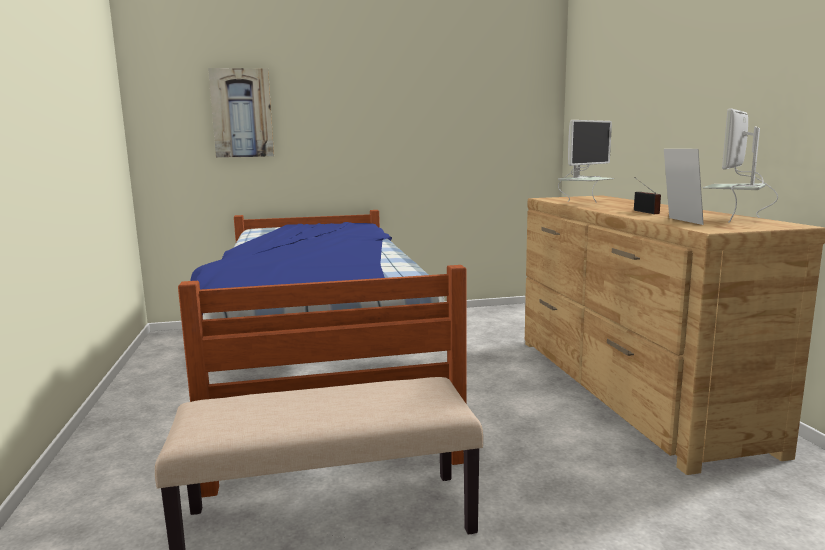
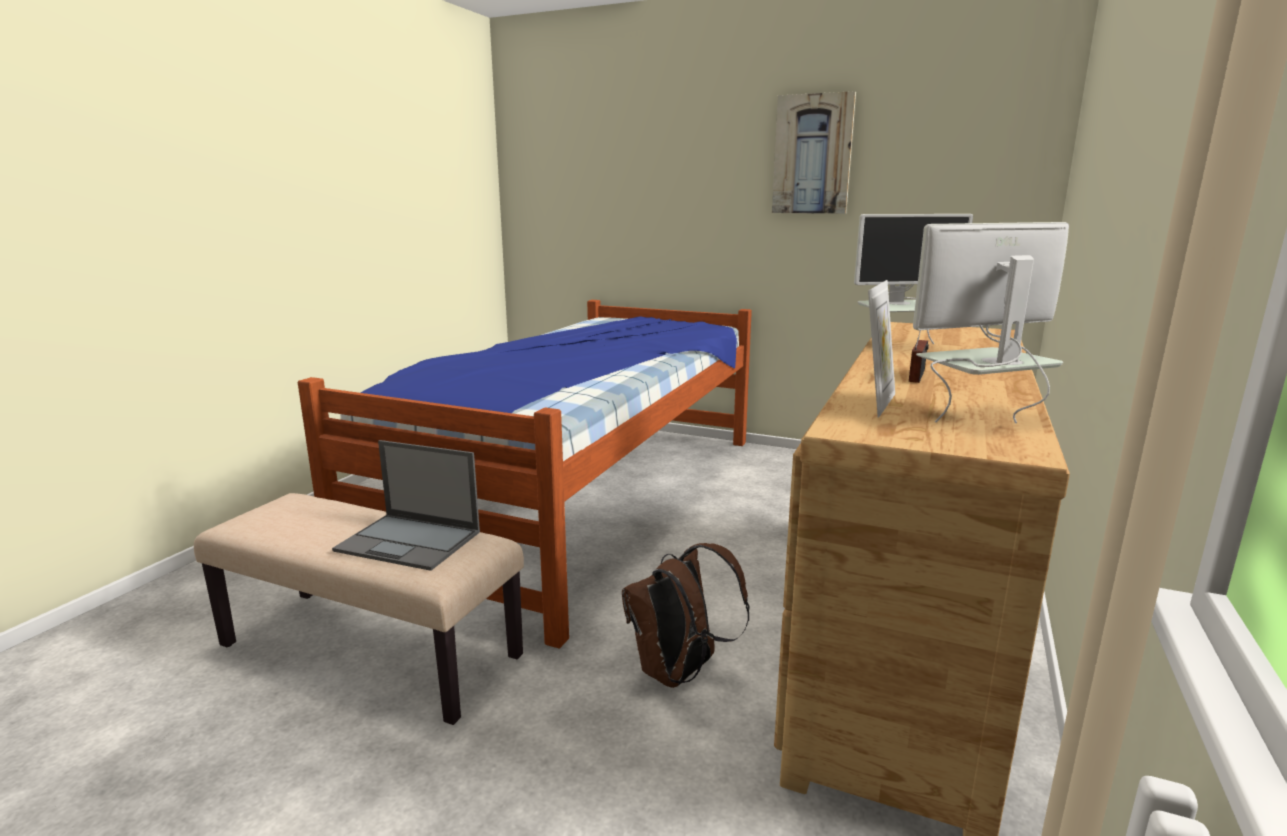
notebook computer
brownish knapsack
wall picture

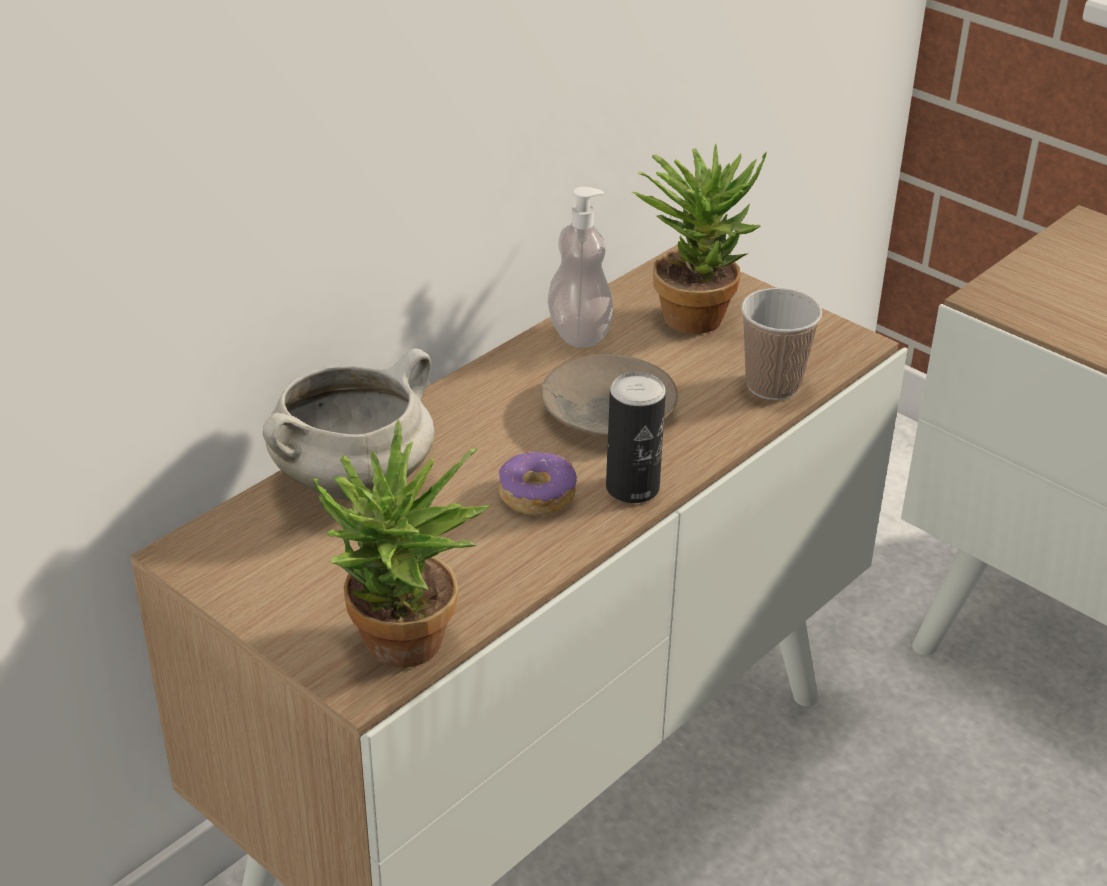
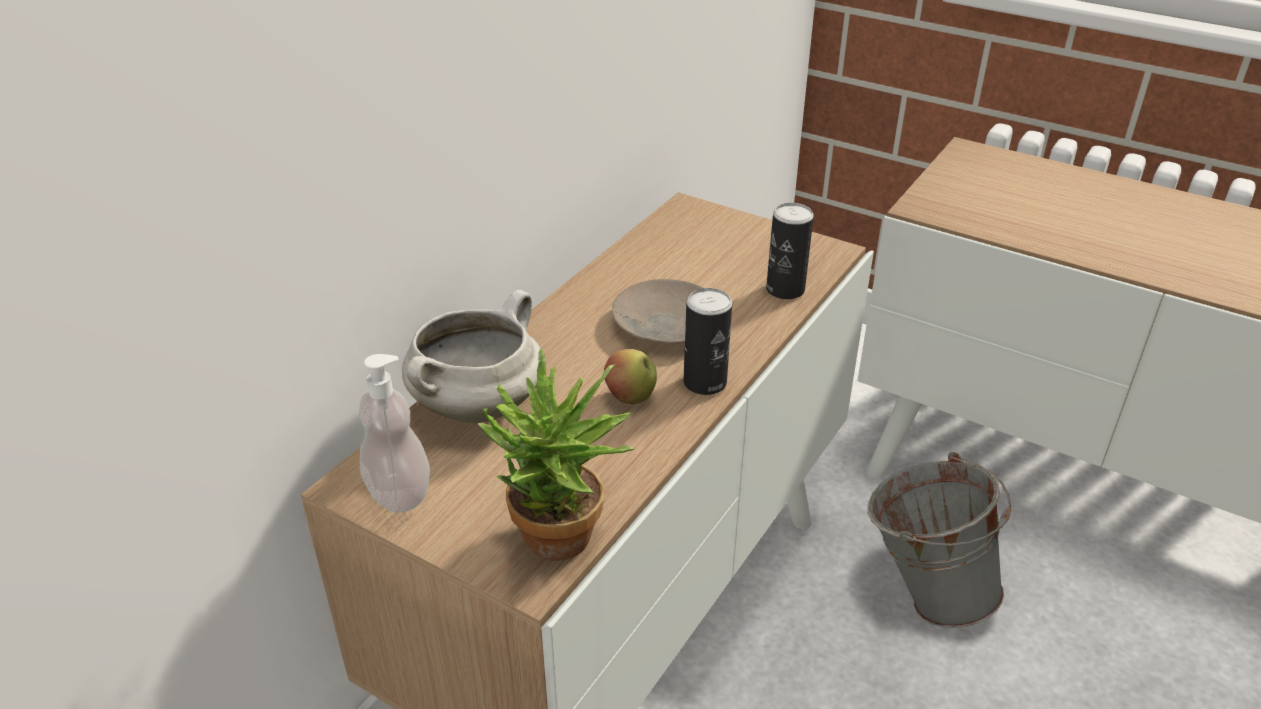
houseplant (no. 2 from left in the first image)
greyish bucket
soap bottle
apple fruit
can (no. 2 from left)

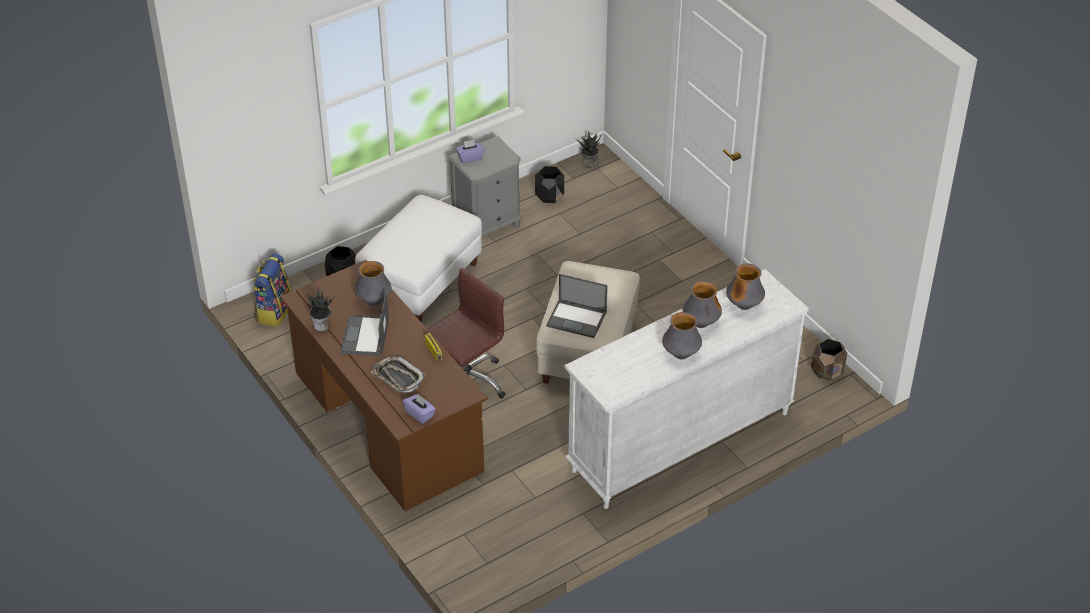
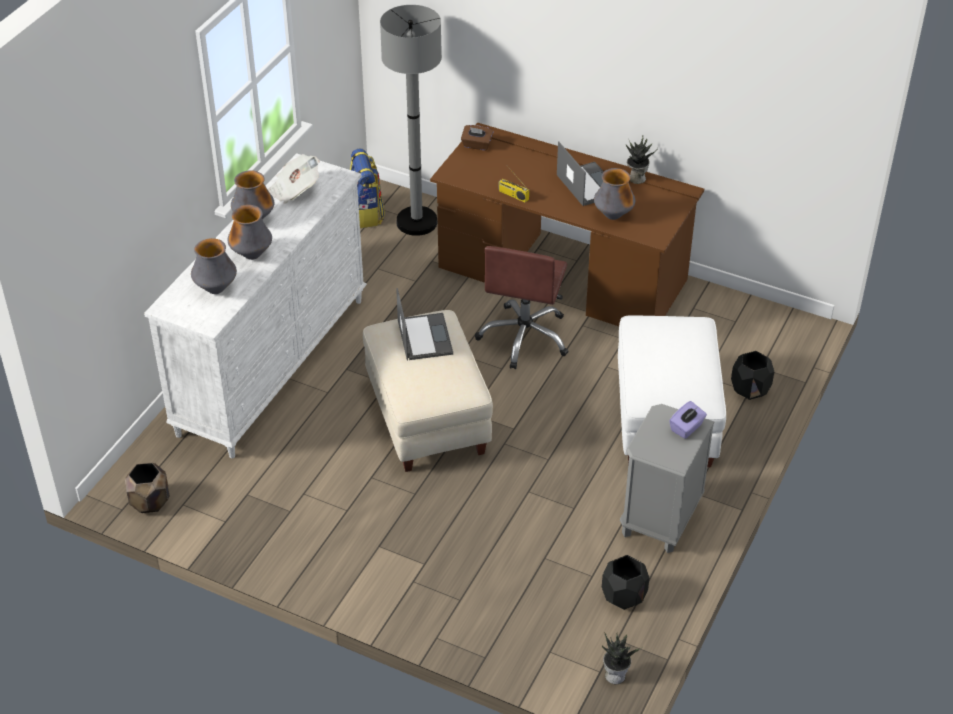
tray
newspaper
greyish floor lamp
knapsack
brownish tissue holder
notebook computer (no. 1 from left)

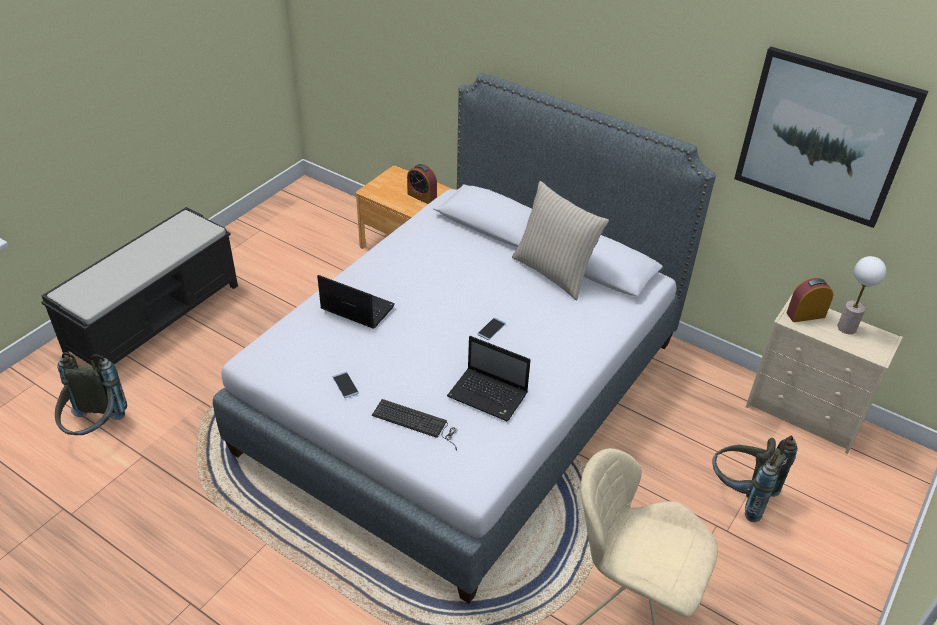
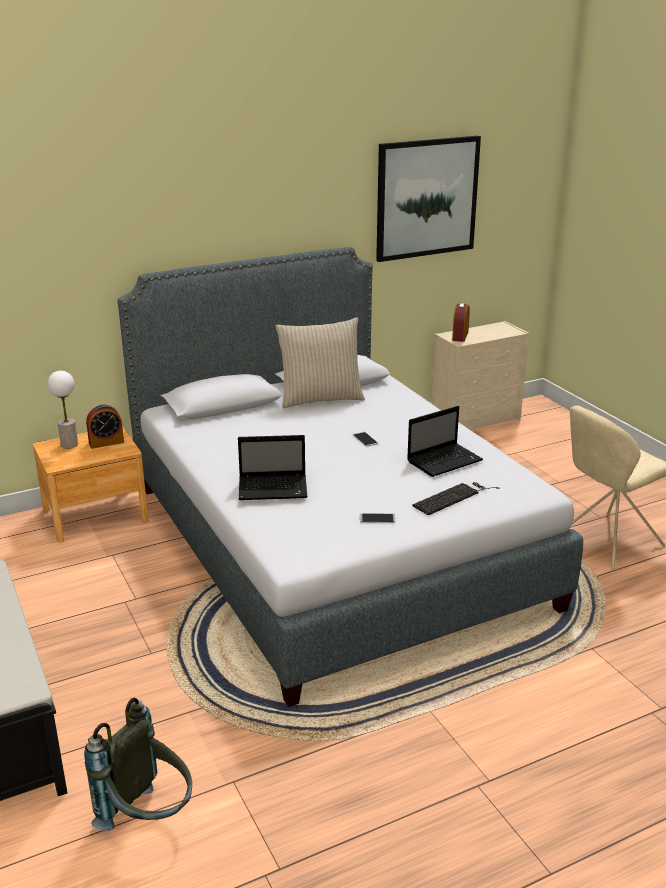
greyish knapsack (no. 2 from left in the first image)
tabletop lamp
notebook computer (no. 1 from left)

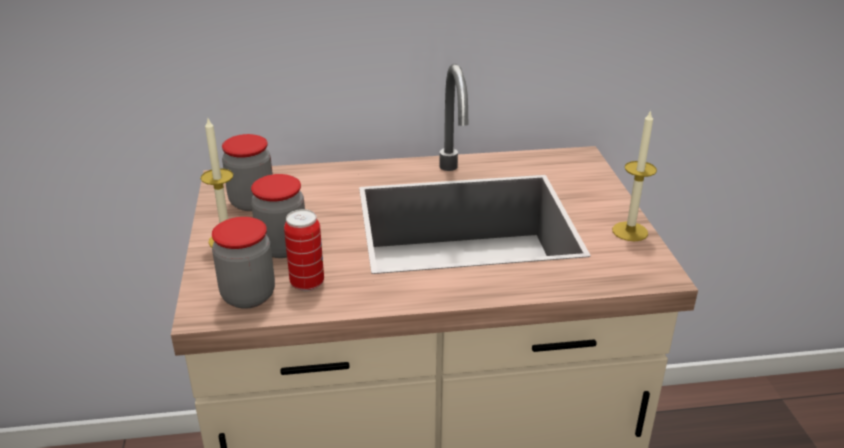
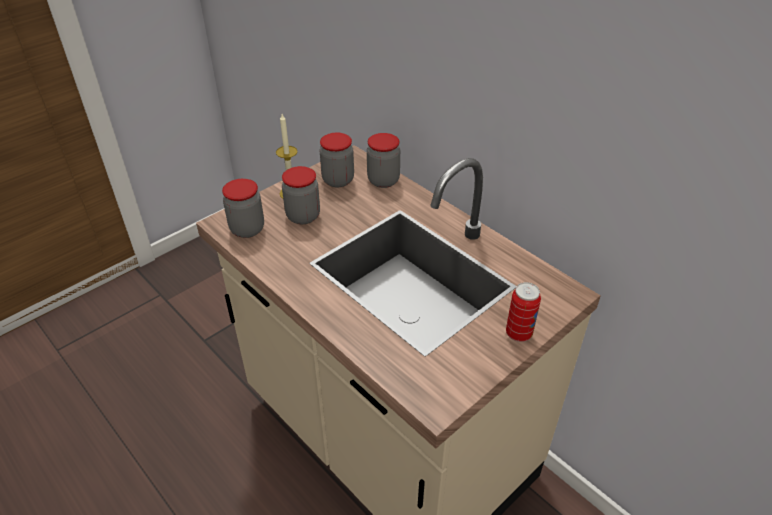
wax candle (no. 2 from left in the first image)
preserve jar (no. 4 from left)
can

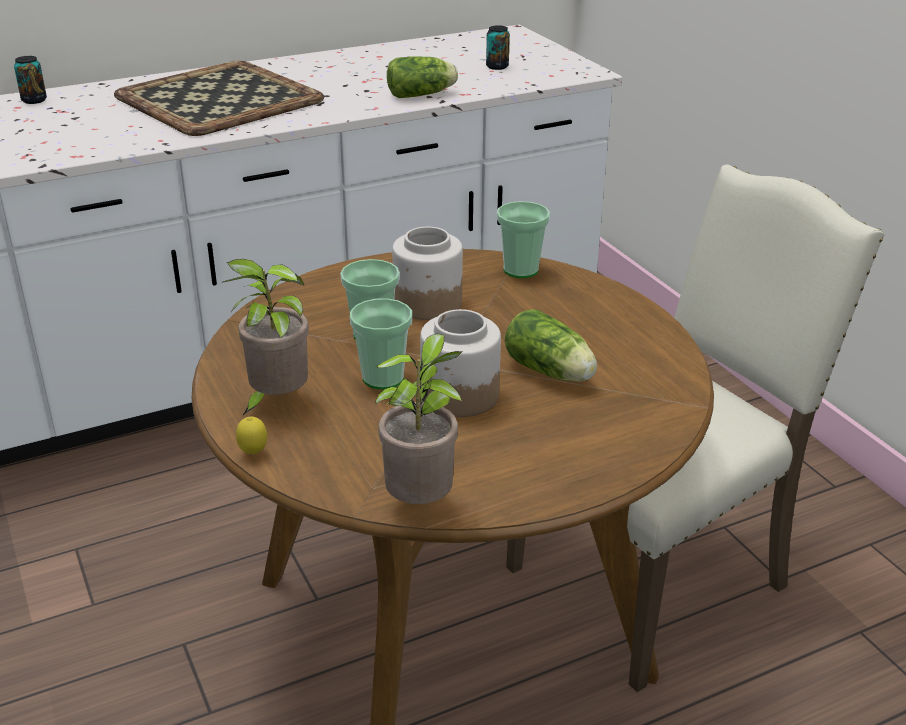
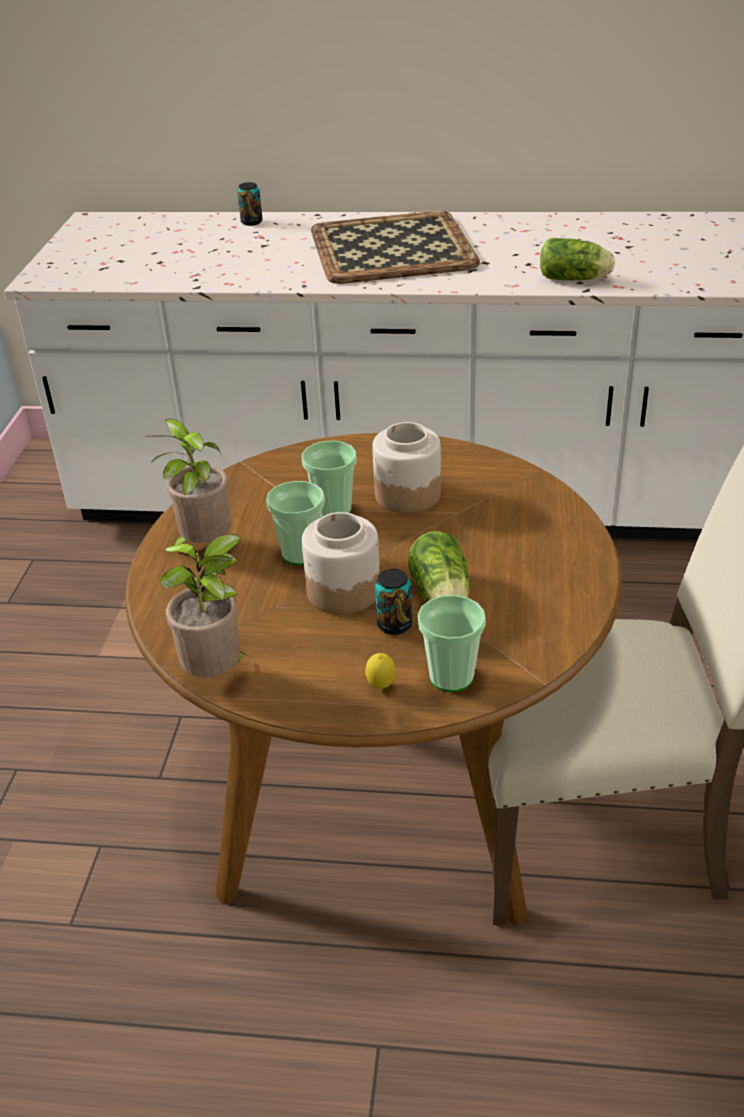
citrus fruit
can (no. 2 from left)
small cup (no. 3 from left)

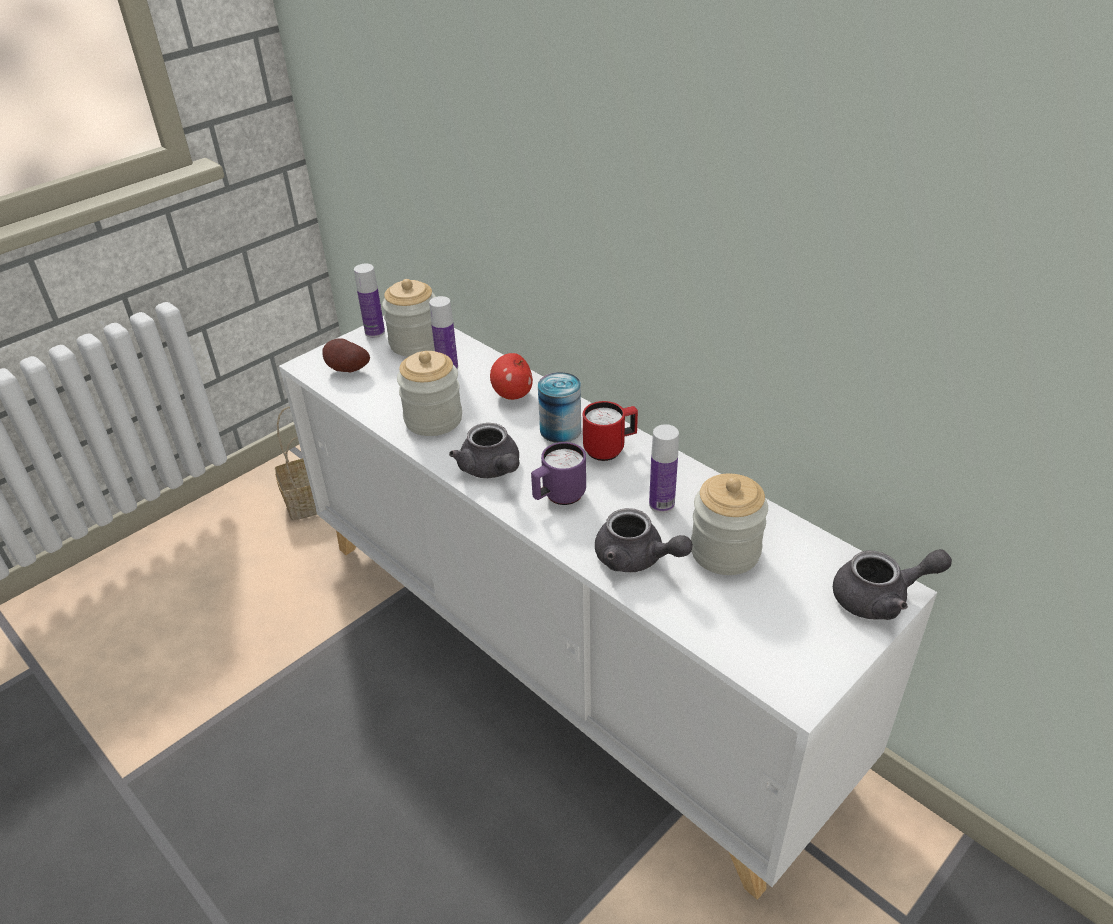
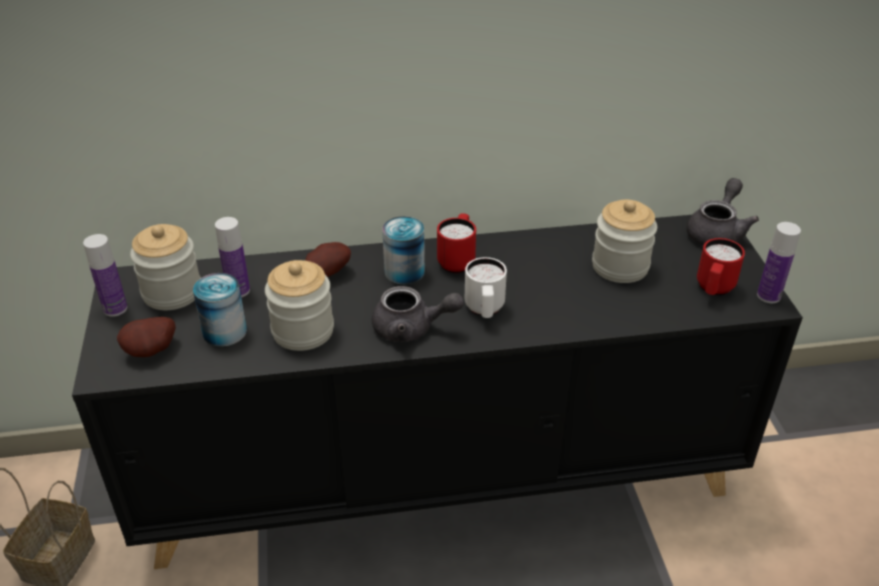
greyish pot for tea (no. 2 from left in the first image)
can (no. 1 from left)
reddish coffee mug (no. 2 from left)
drink bottle (no. 3 from left)
potato (no. 2 from left)
black-coloured cabinet
white-coloured coffee mug

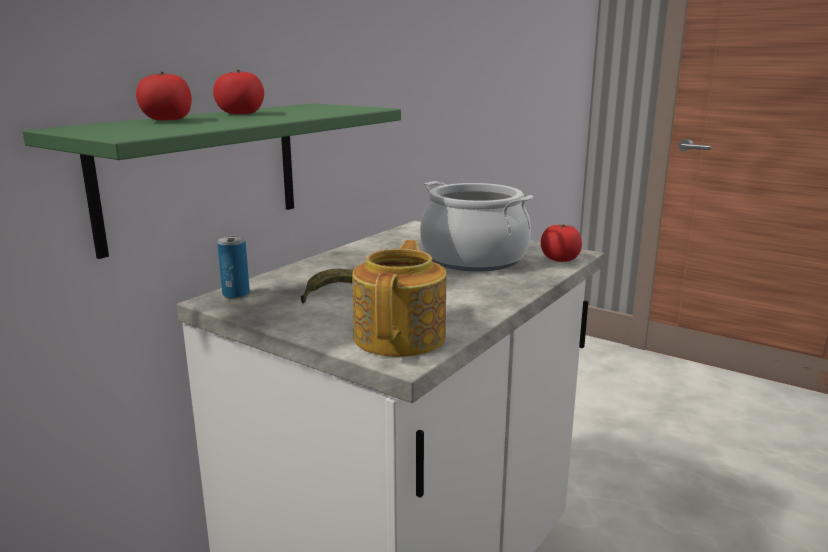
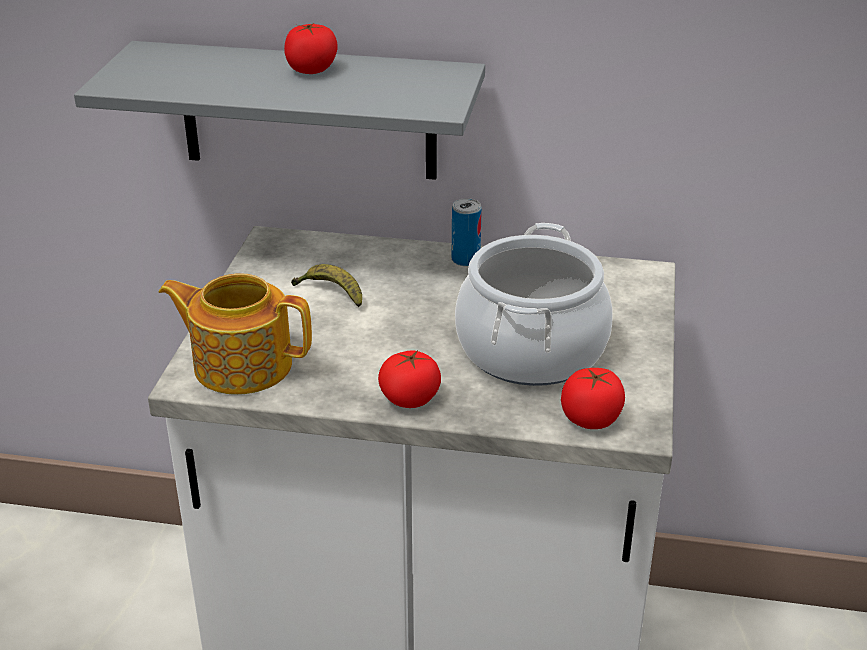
fresh tomato (no. 2 from left)
can
greyish wall shelf
pot for tea

